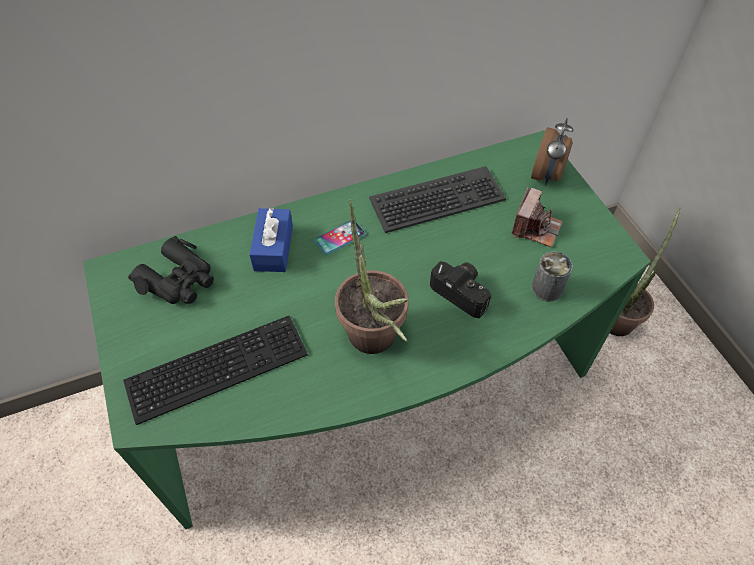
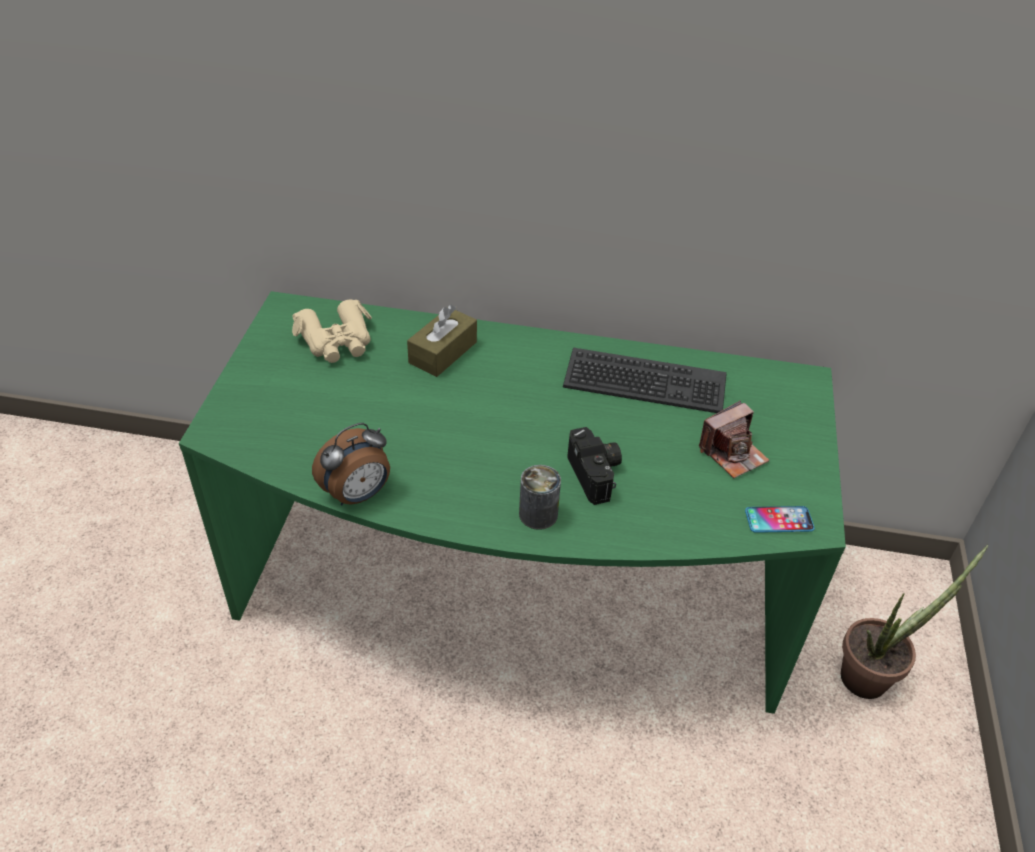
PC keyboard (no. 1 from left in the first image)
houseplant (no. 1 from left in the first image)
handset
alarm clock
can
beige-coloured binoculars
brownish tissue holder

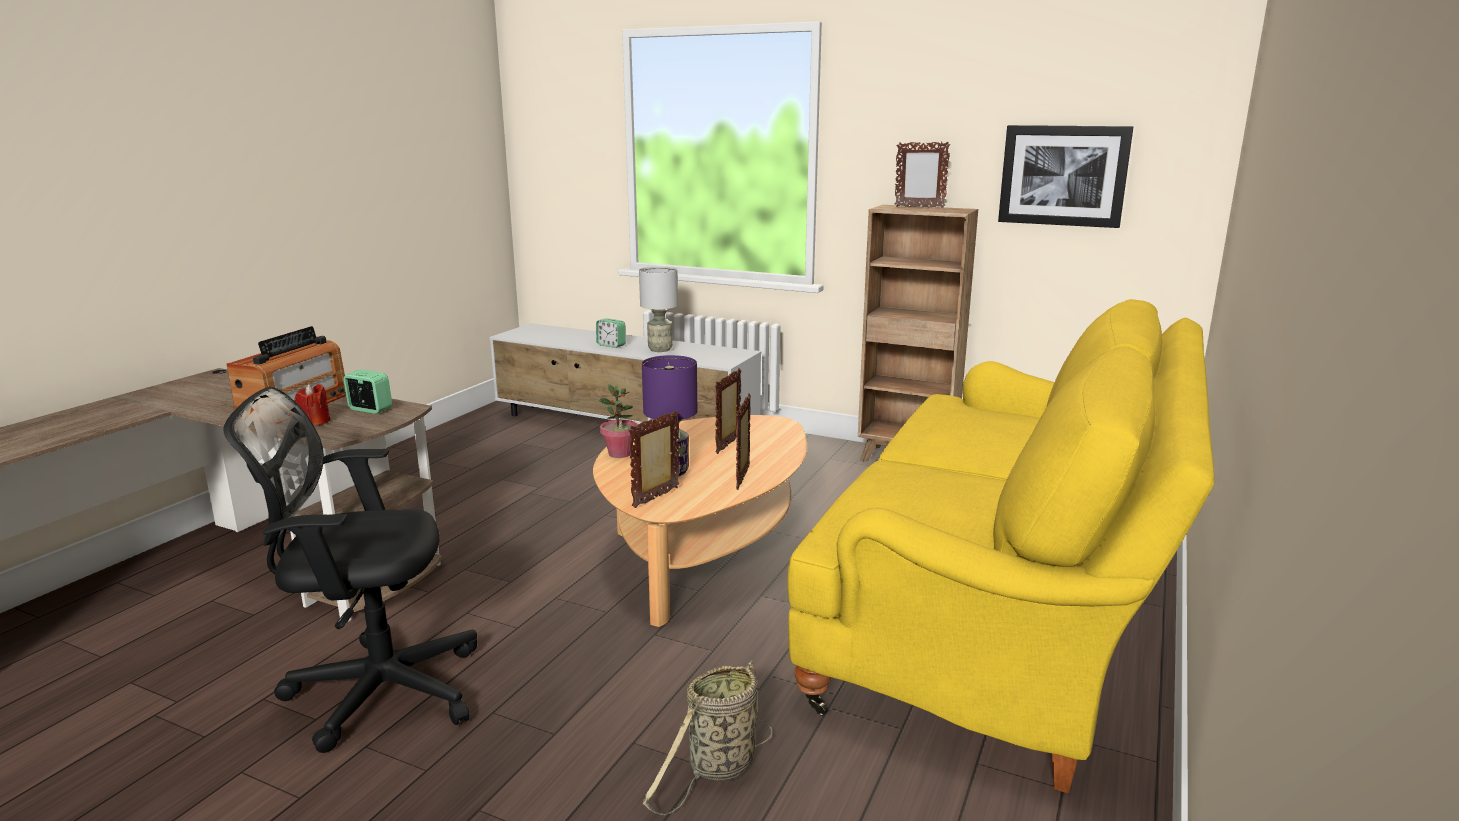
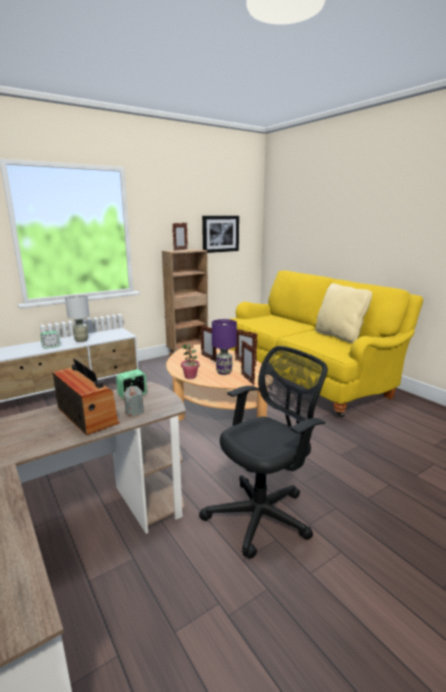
household basket
beige-coloured pillow
greyish wax candle
black-coloured desk chair

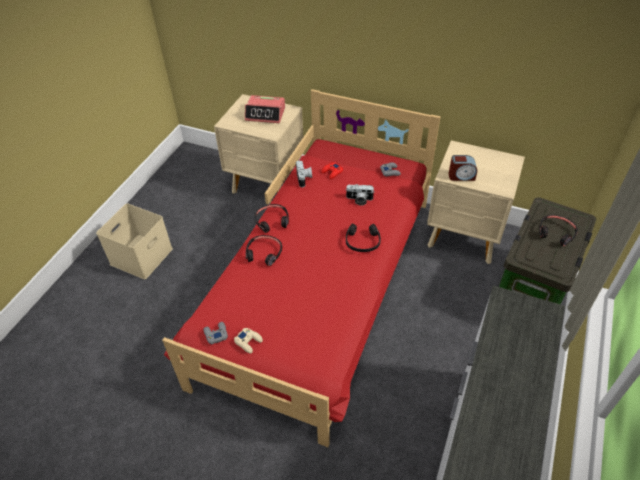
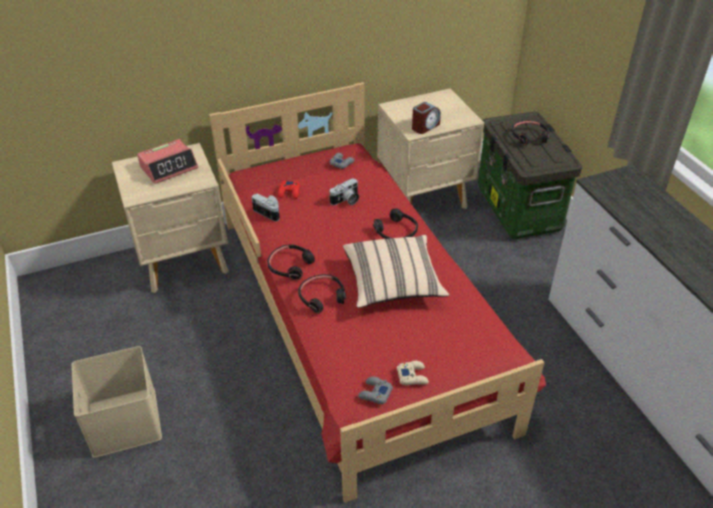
beige-coloured pillow

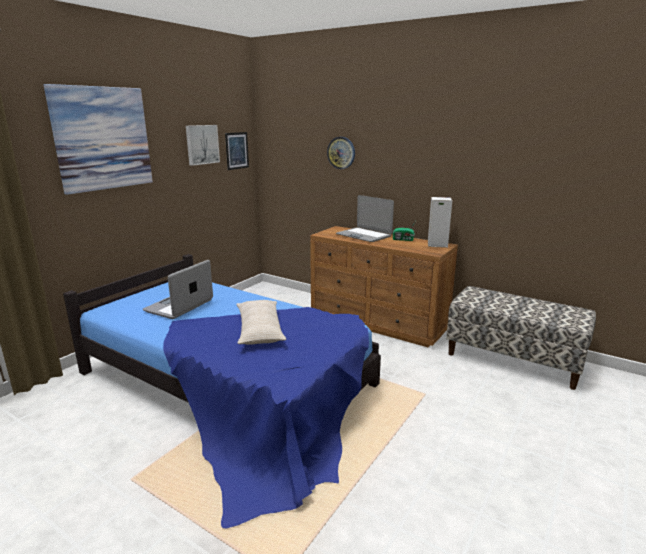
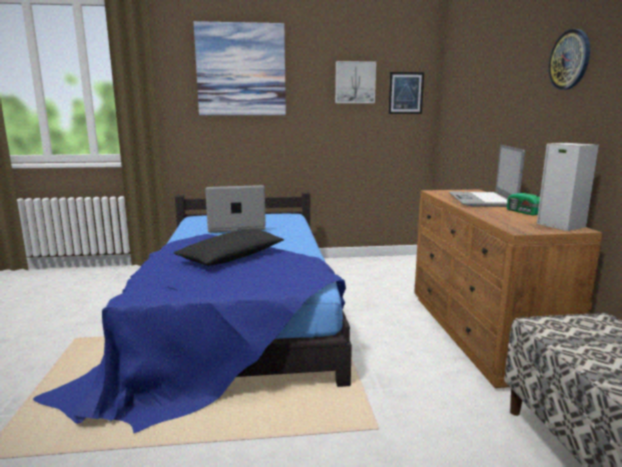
hanging clock
black-coloured pillow

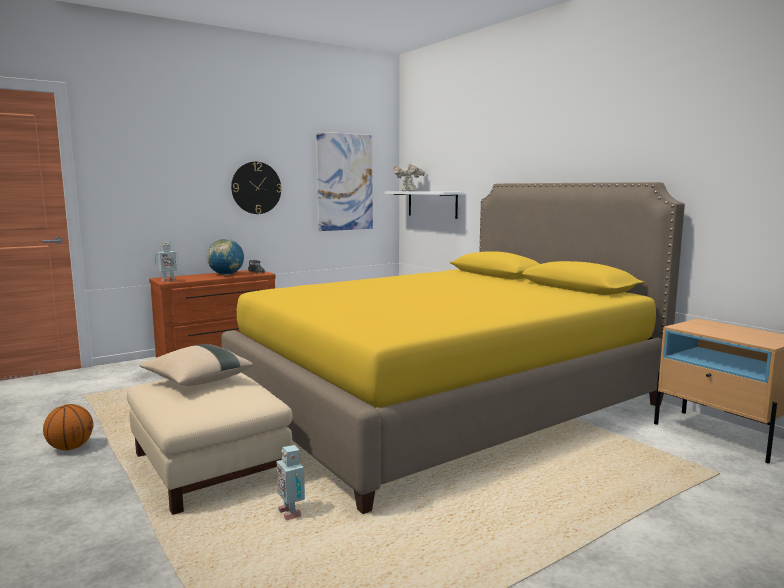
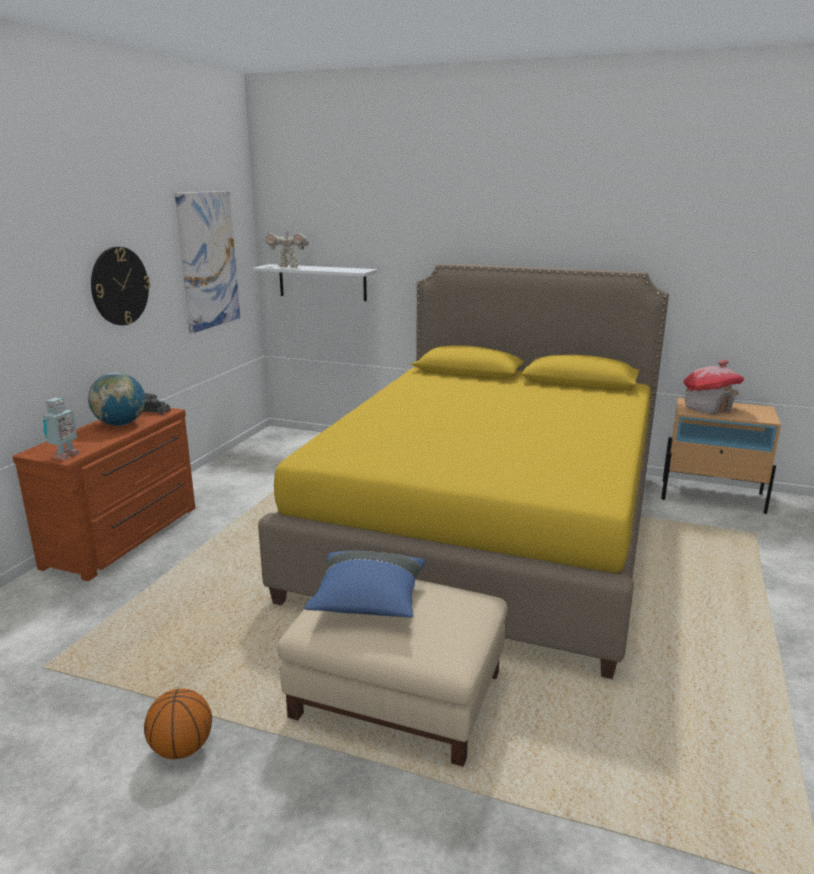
robot figure (no. 2 from left in the first image)
model house
blue-coloured pillow

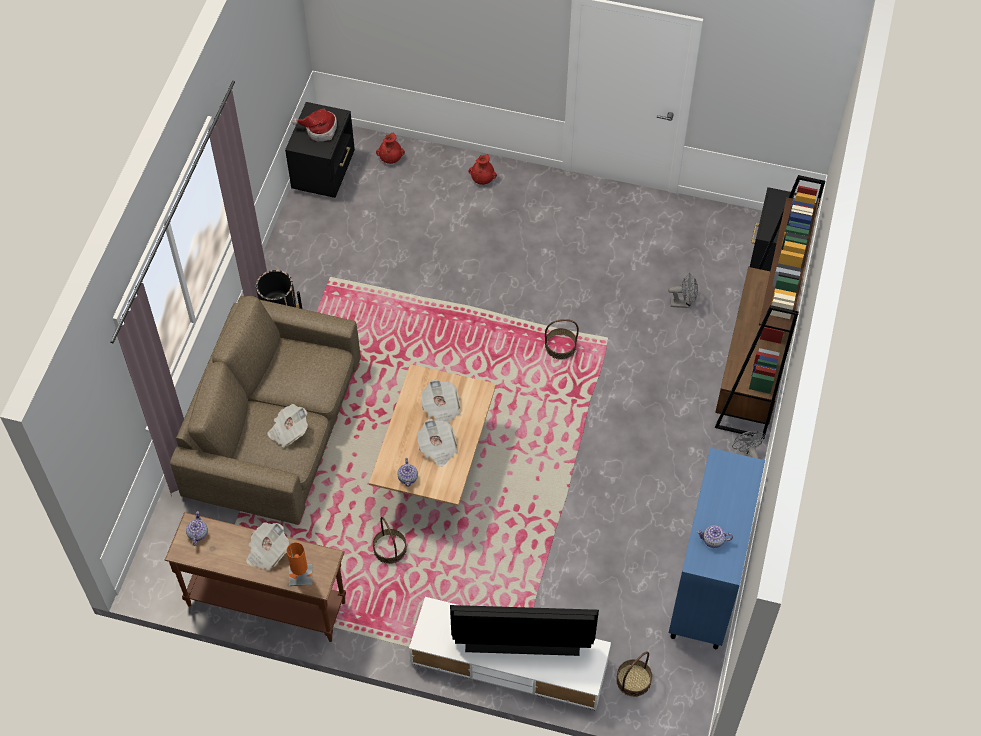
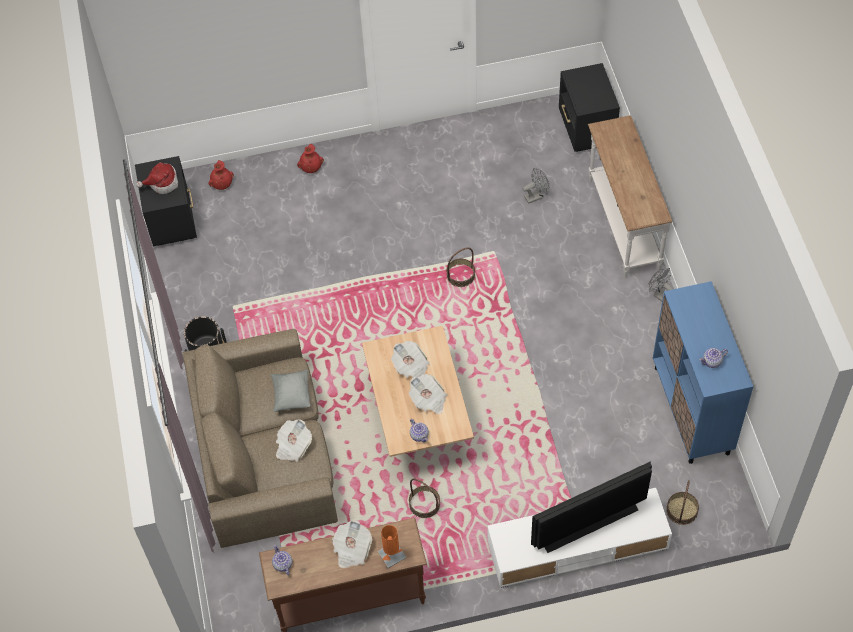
greyish pillow
white-coloured hall table

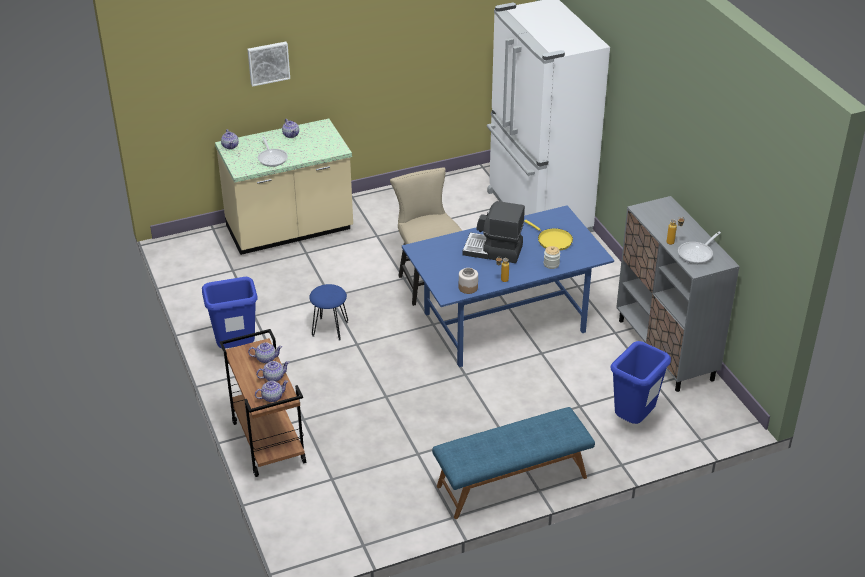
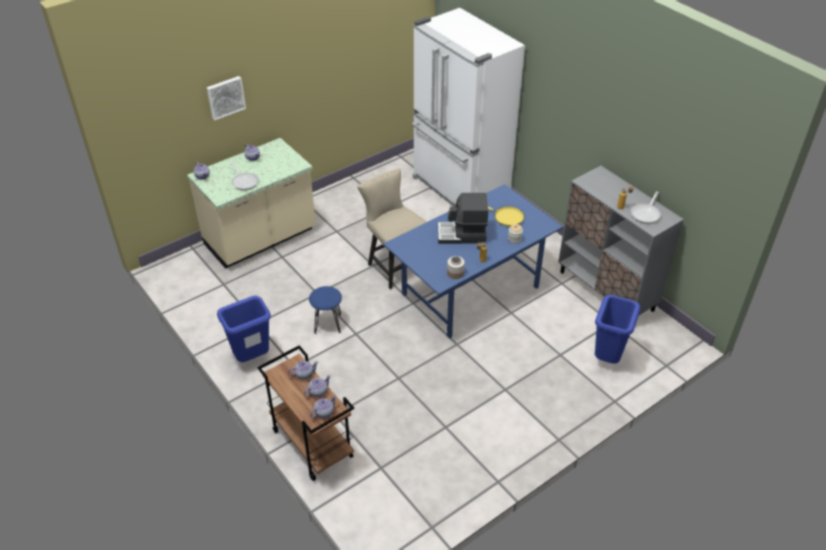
blue-coloured indoor bench

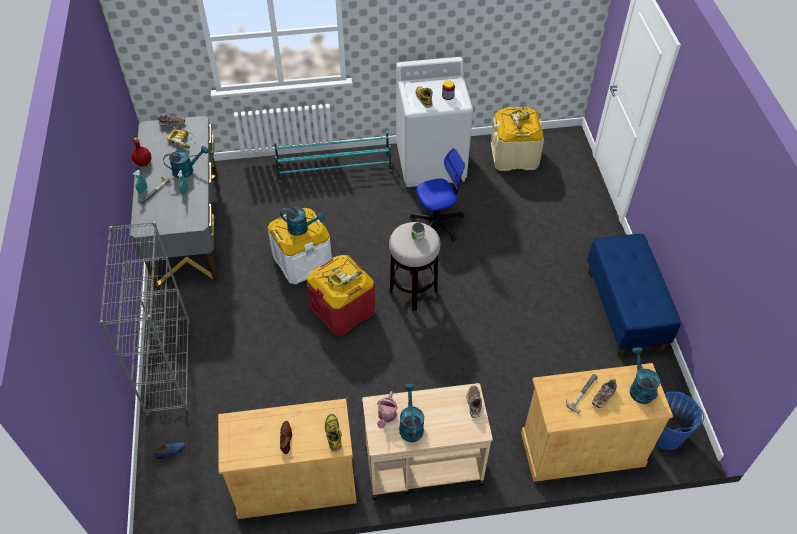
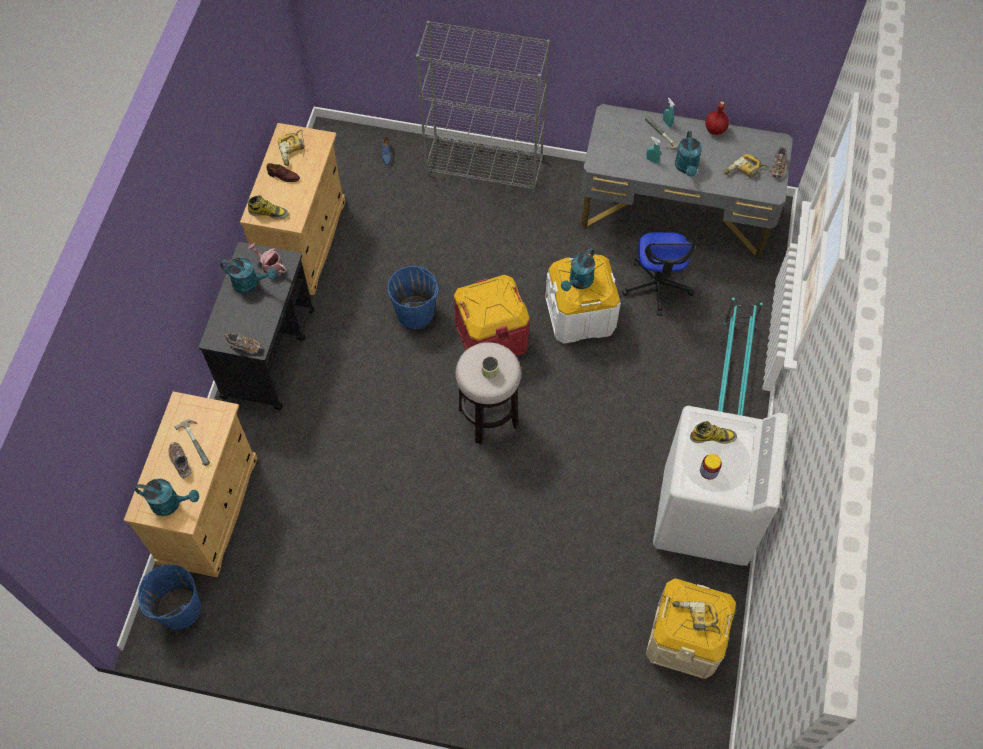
blue-coloured indoor bench
blue-coloured bucket (no. 2 from left)
power drill (no. 1 from left)
desk chair
black-coloured wheeled cart

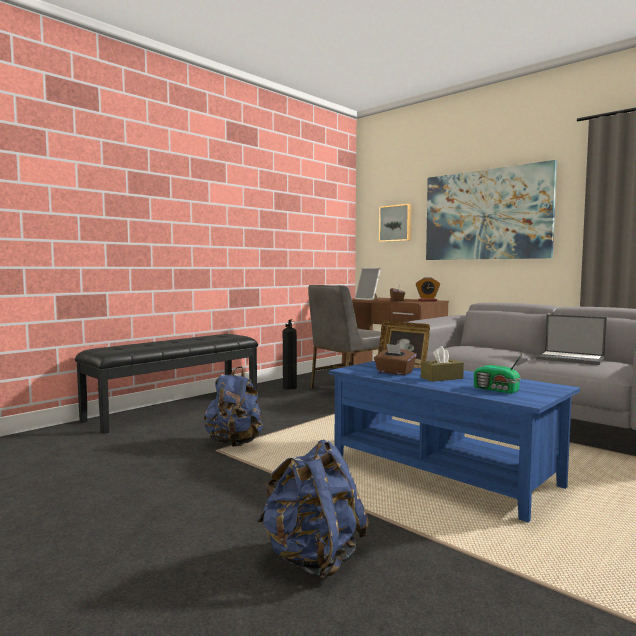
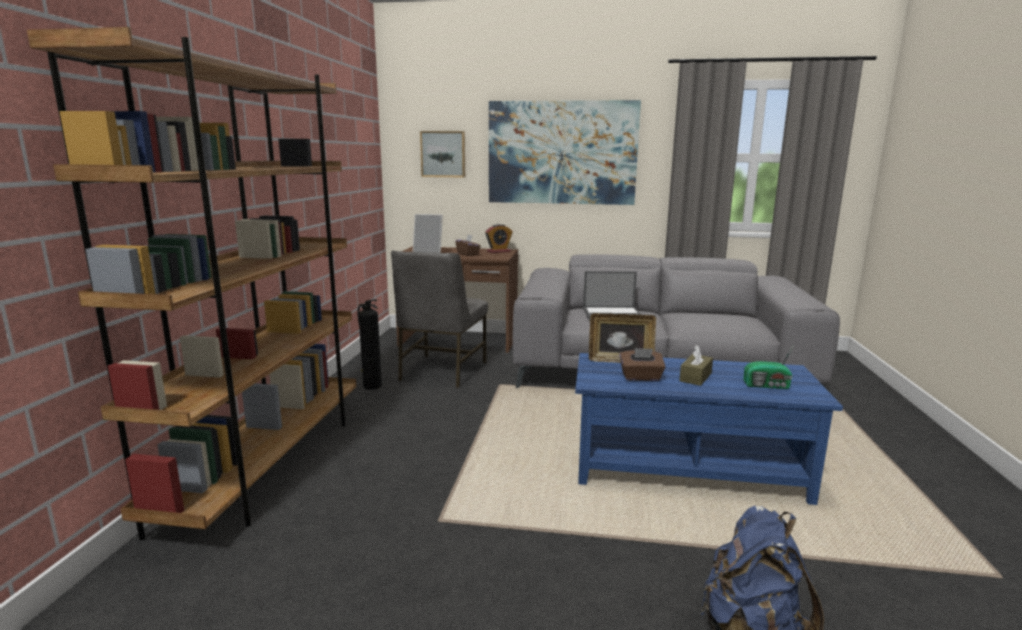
blue-coloured knapsack (no. 1 from left in the first image)
notebook computer
brownish bookcase

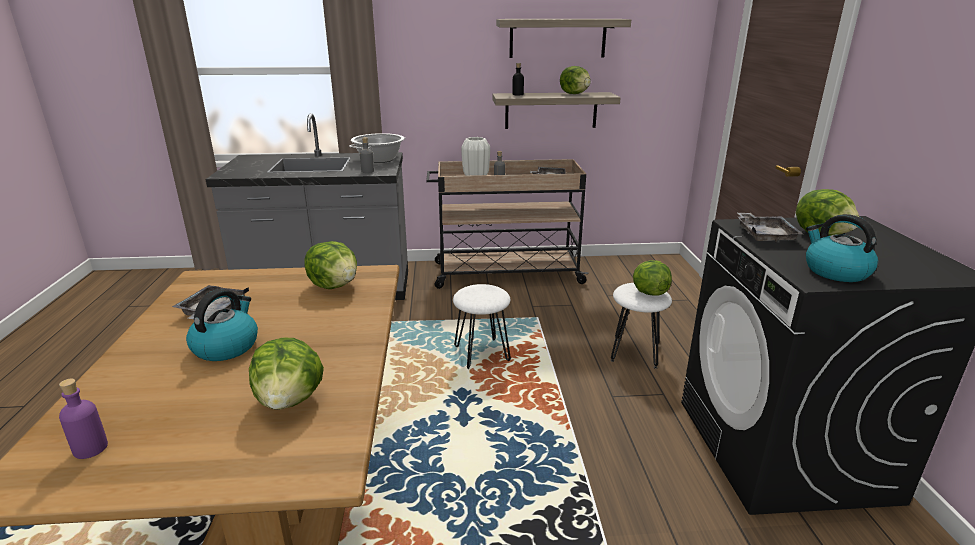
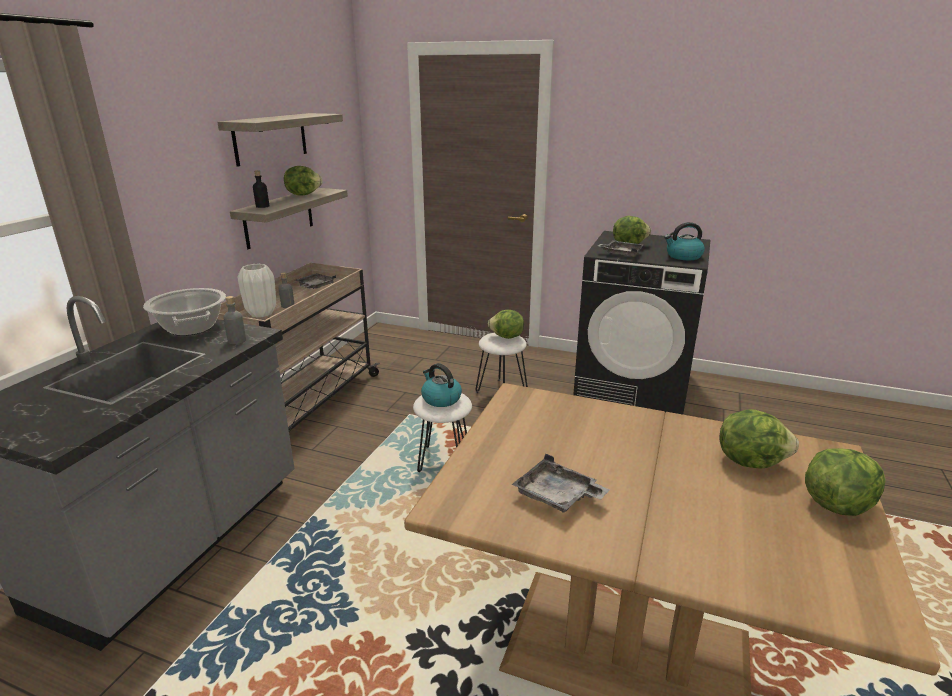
purplish drink bottle
tea kettle (no. 1 from left)
lettuce (no. 5 from left)

